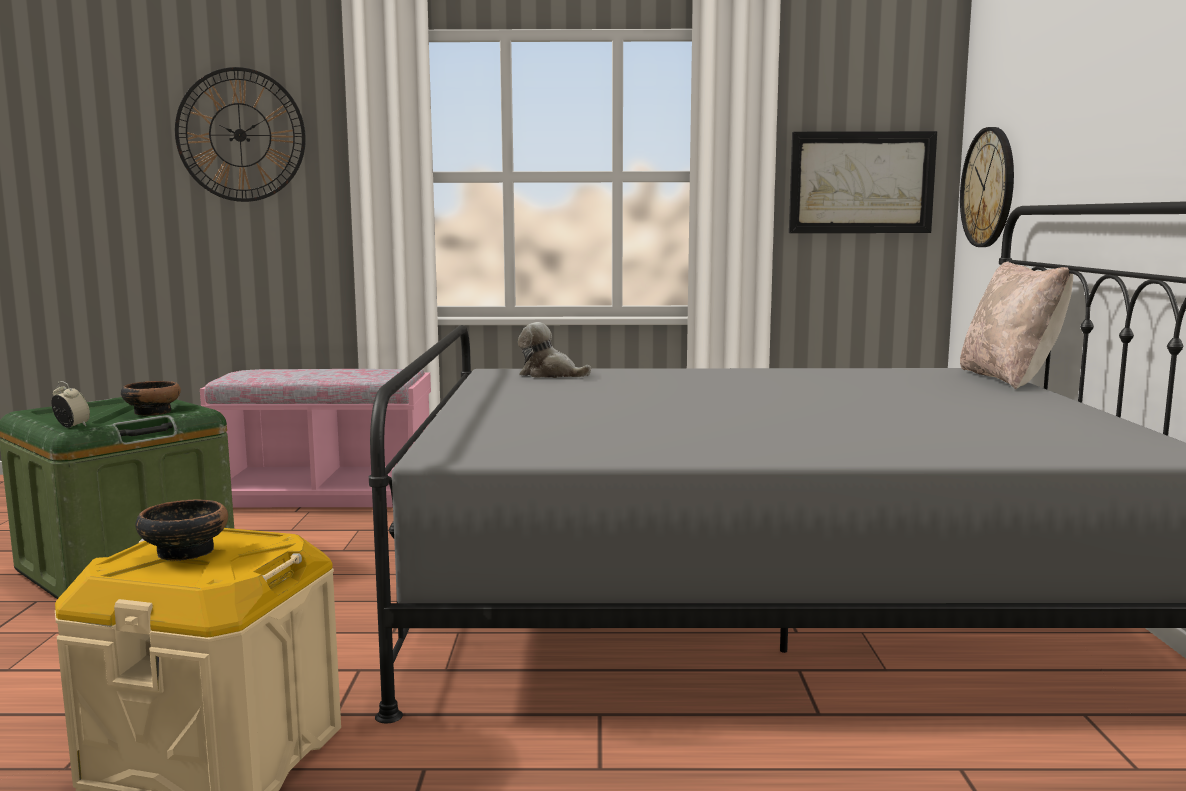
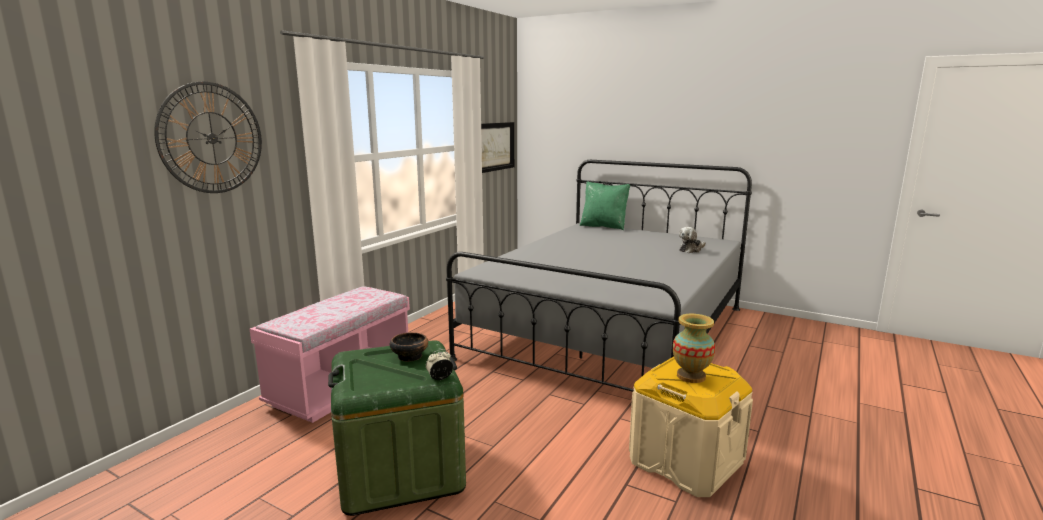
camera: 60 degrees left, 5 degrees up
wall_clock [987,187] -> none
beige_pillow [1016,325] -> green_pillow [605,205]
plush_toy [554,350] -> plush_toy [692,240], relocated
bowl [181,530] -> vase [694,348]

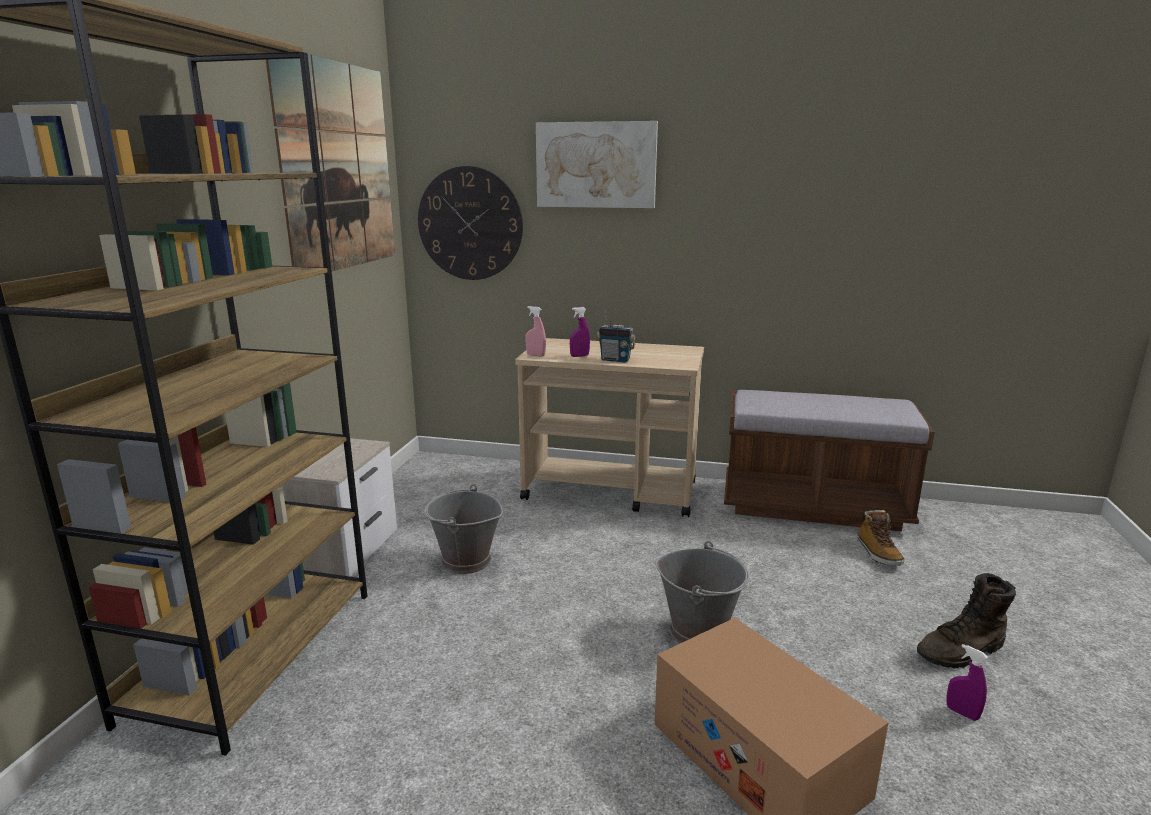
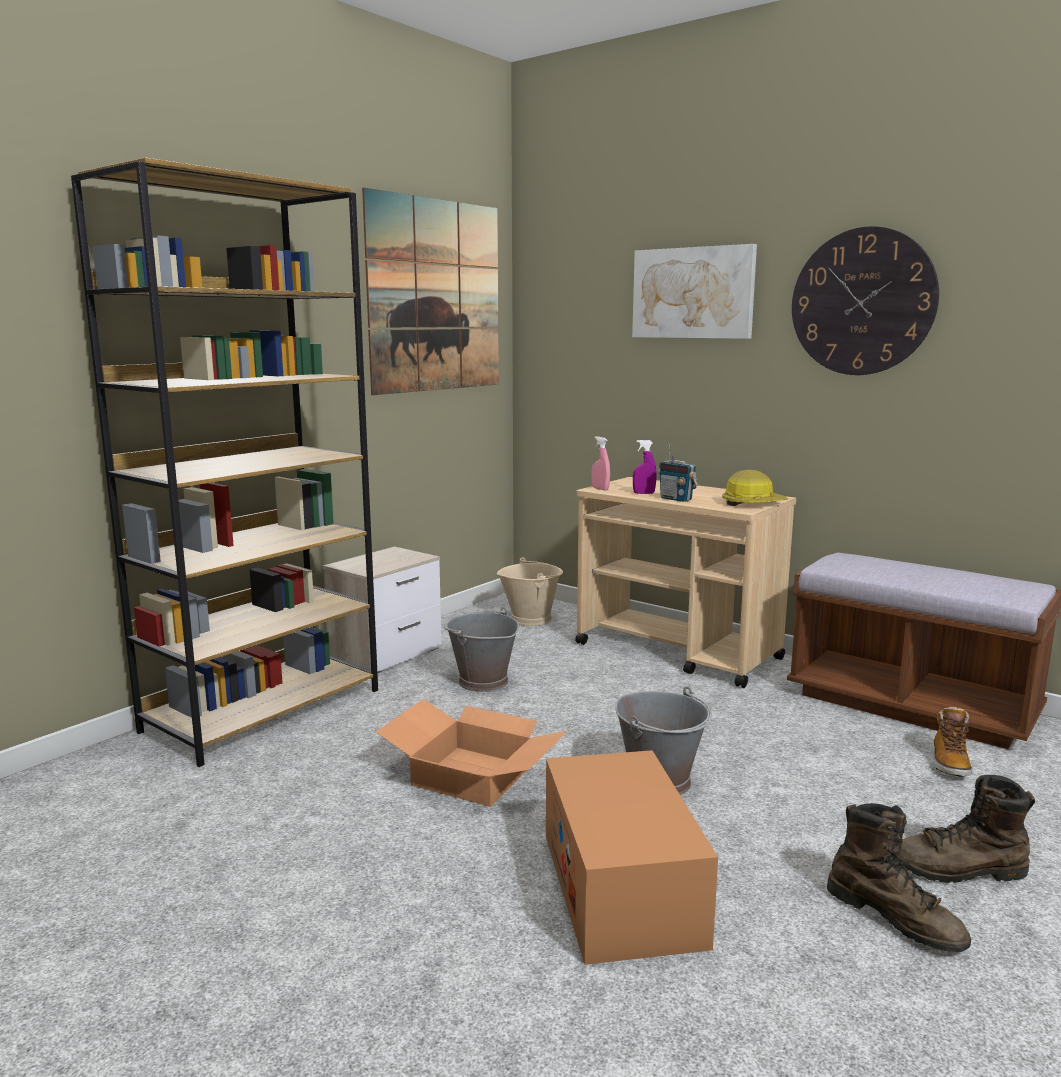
camera: 25 degrees right, 5 degrees down
wall_clock [470,223] -> wall_clock [865,300], relocated
purple_spray_bottle [967,682] -> brown_boot [899,877]
none -> hard_hat [755,488]
none -> beige_bucket [530,591]
none -> cardboard_box [471,753]

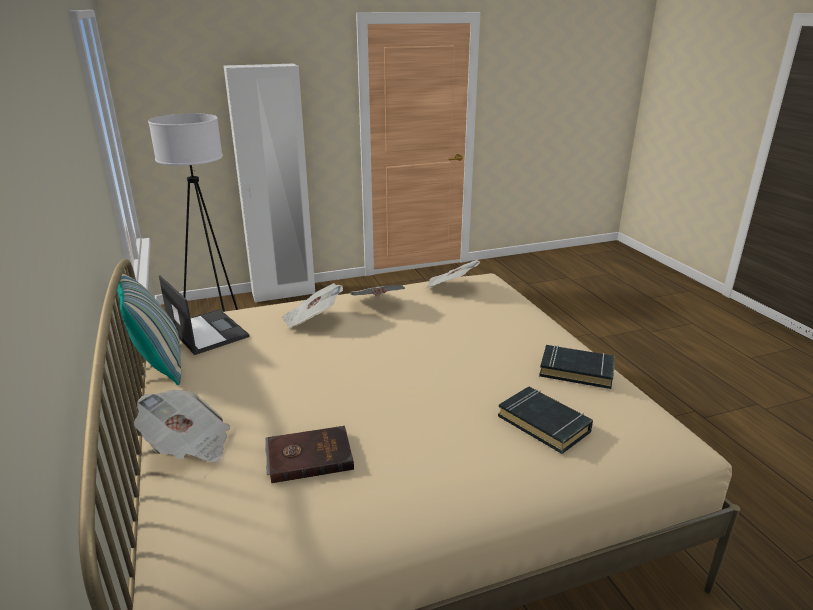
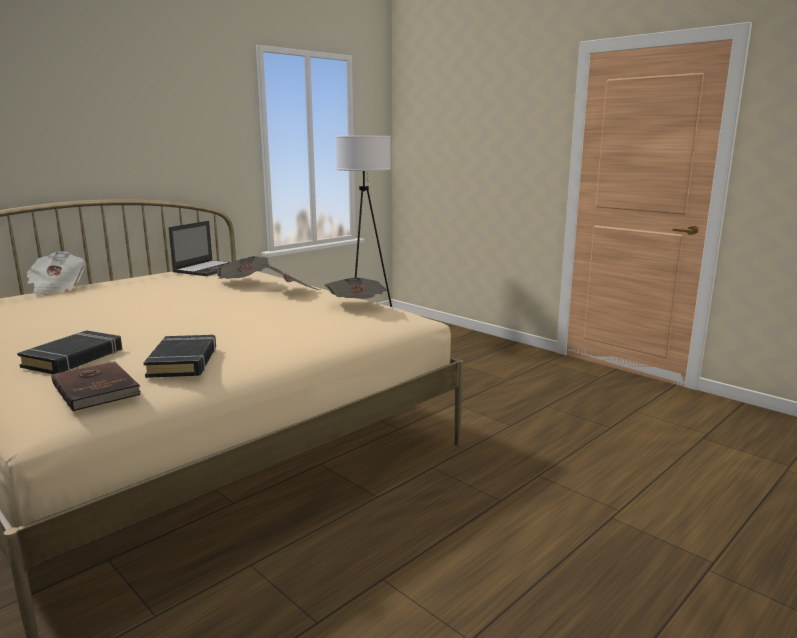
camera: 65 degrees right, 10 degrees down
white_wardrobe [269,183] -> none
pillow [149,329] -> none
brown_book [309,454] -> brown_book [96,386], relocated

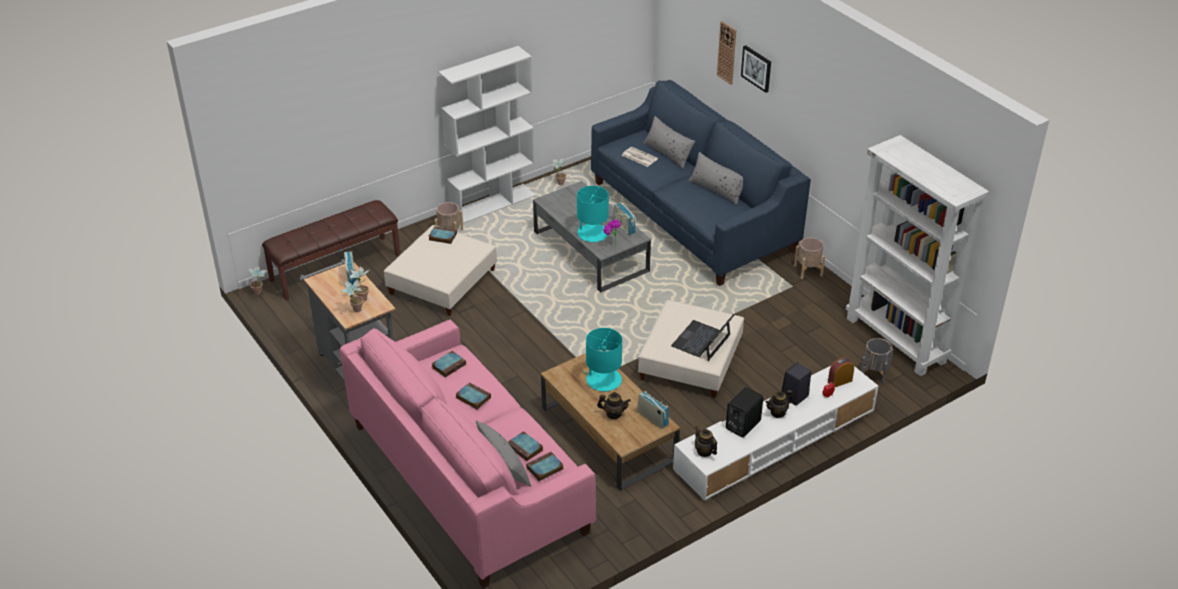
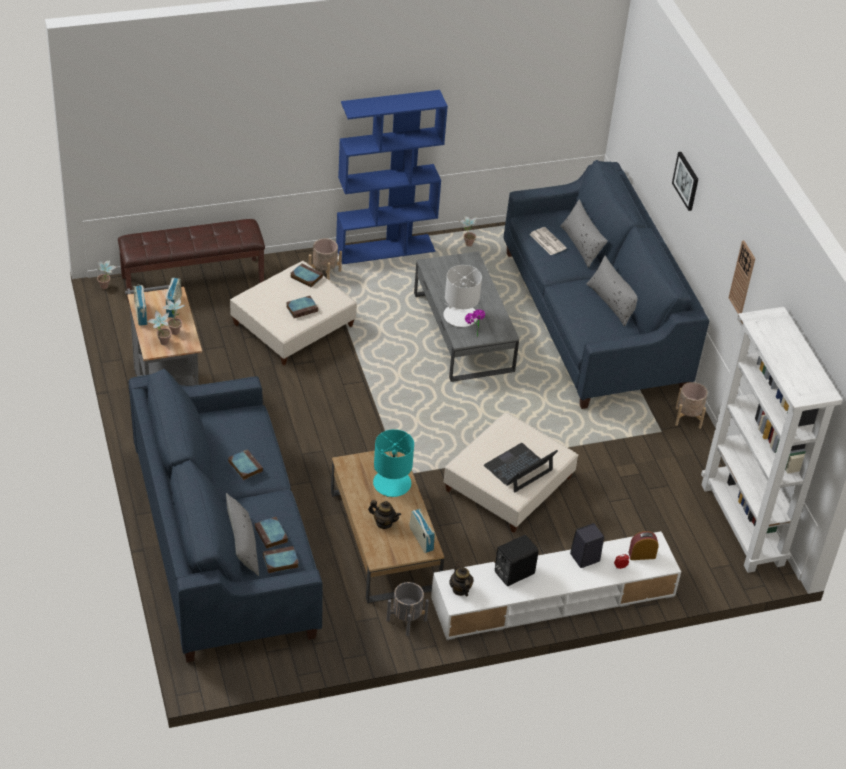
camera: 15 degrees right, 5 degrees up
wall_clock [726,53] -> wall_clock [741,277], relocated
white_bookcase [487,135] -> blue_bookcase [392,177]
turquoise_table_lamp [592,214] -> white_table_lamp [462,296]
radio [624,218] -> radio [141,305], relocated
pink_sofa [468,454] -> blue_sofa [225,515]
grey_planter [876,361] -> grey_planter [408,609], relocated
book [448,364] -> book [302,307], relocated
teapot [779,404] -> none

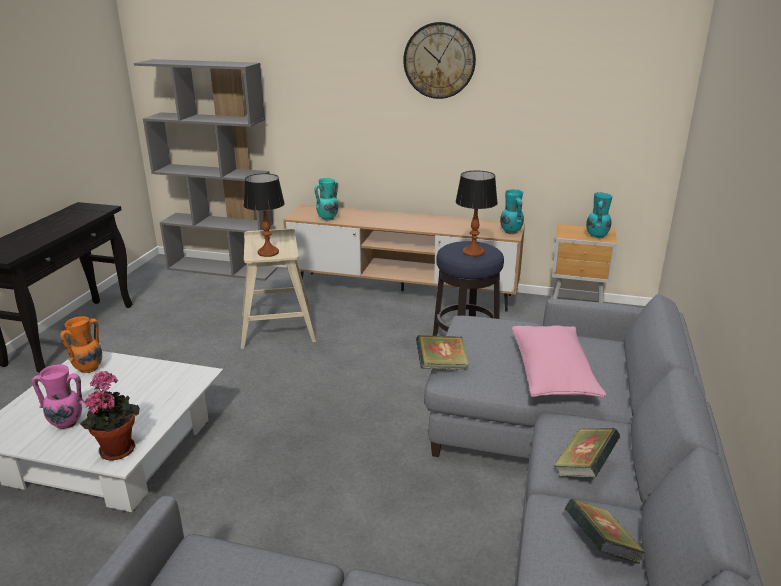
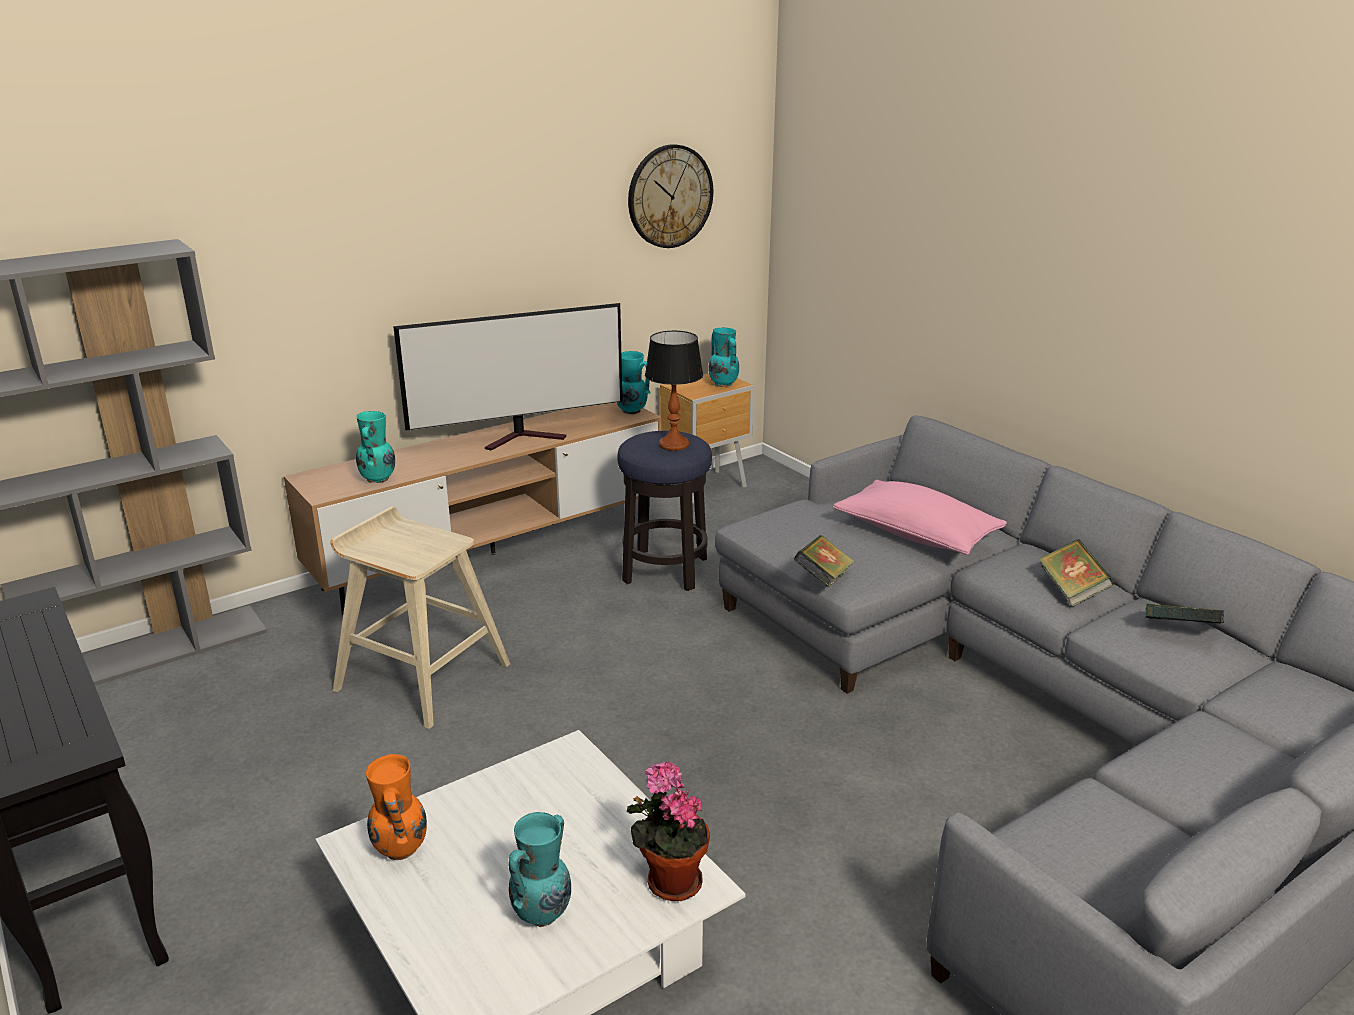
camera: 50 degrees left, 0 degrees up
wall_clock [439,60] -> wall_clock [670,196], relocated
table_lamp [264,215] -> none
pink_vase [58,396] -> turquoise_vase [540,869]
none -> television [507,377]

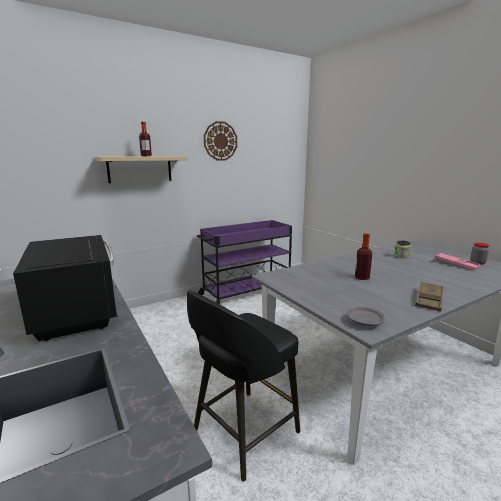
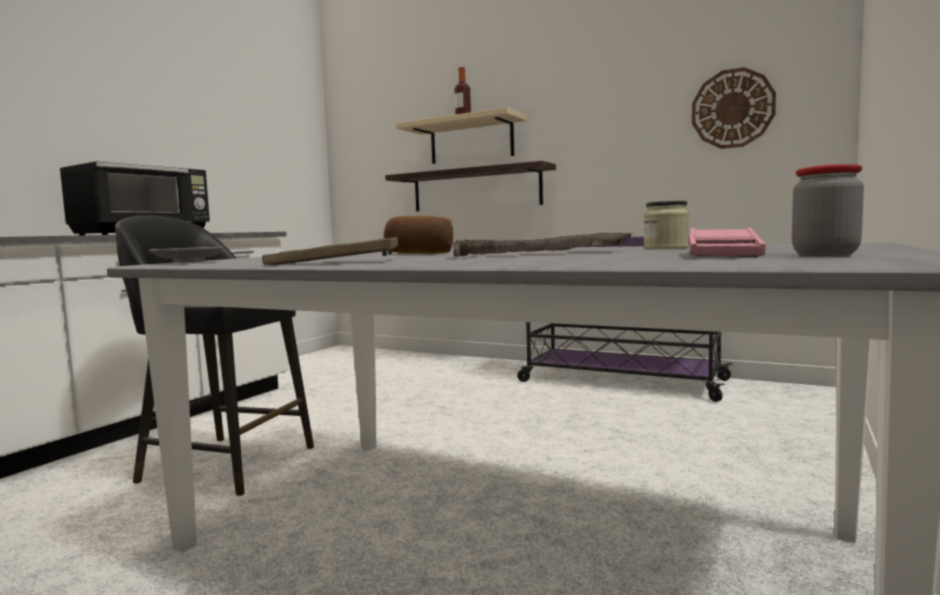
camera: 60 degrees right, 10 degrees down
wall_clock [220,141] -> wall_clock [734,108], relocated
bottle [363,256] -> bread [418,235]
none -> shelf [470,186]
none -> tray [540,244]

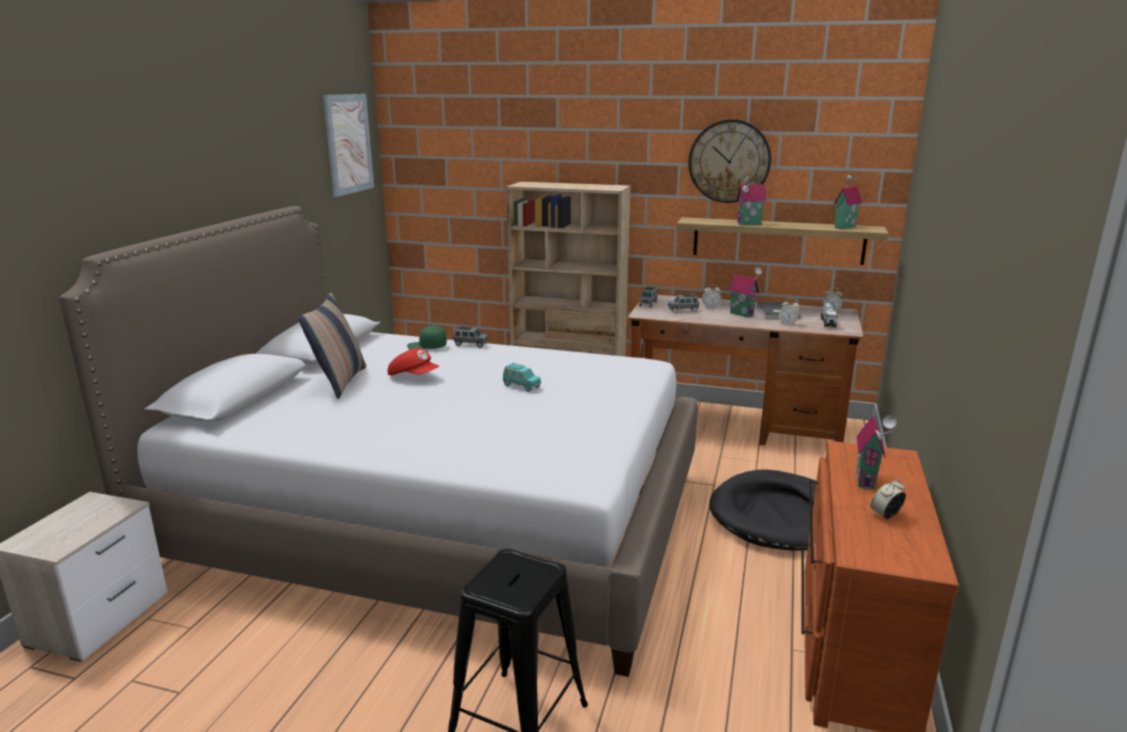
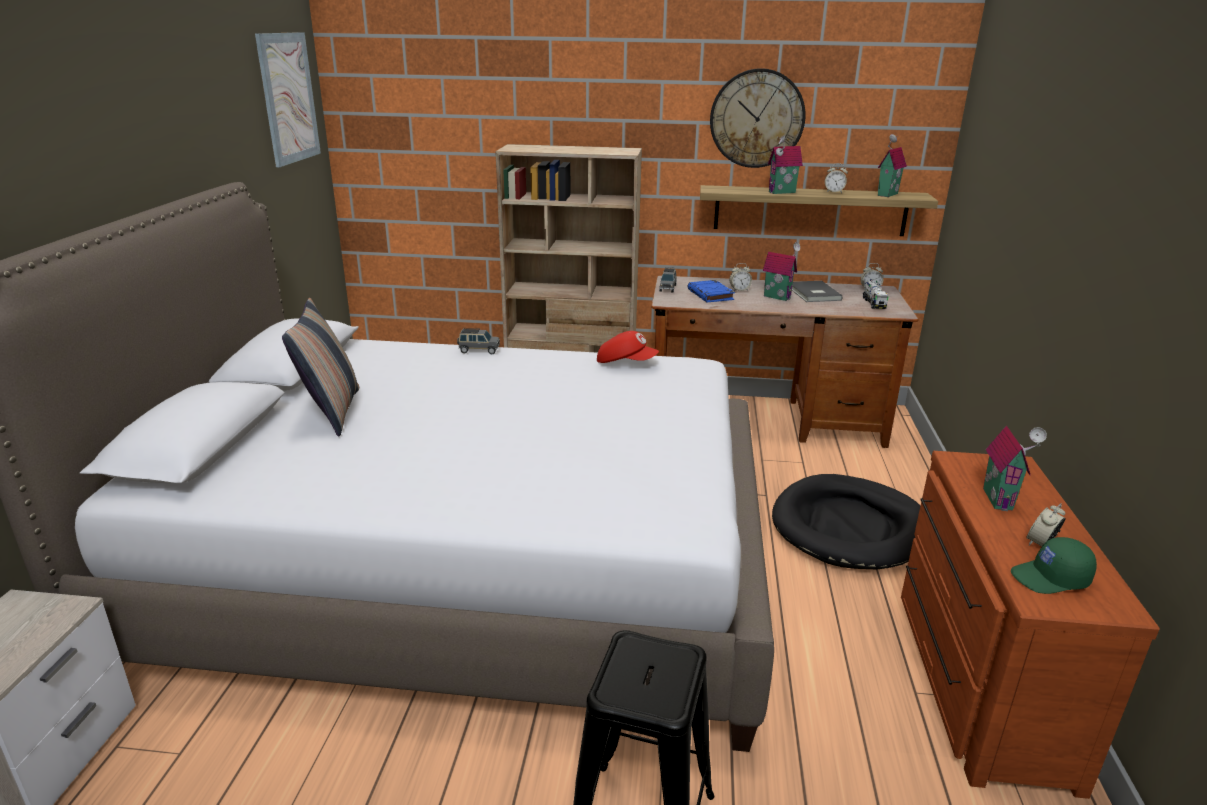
camera: 10 degrees left, 5 degrees up
grey_toy_car [683,303] -> blue_book [711,291]
alarm_clock [789,312] -> alarm_clock [836,178], relocated
green_cap [427,338] -> green_cap [1054,565], relocated
red_cap [414,361] -> red_cap [628,347], relocated
turquoise_toy_car [522,377] -> none

